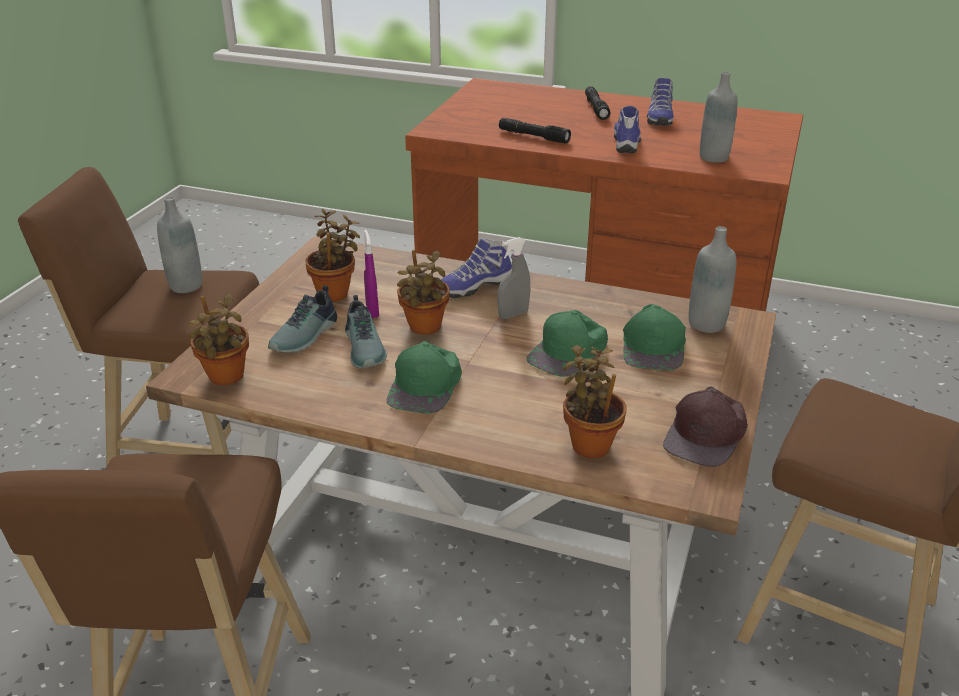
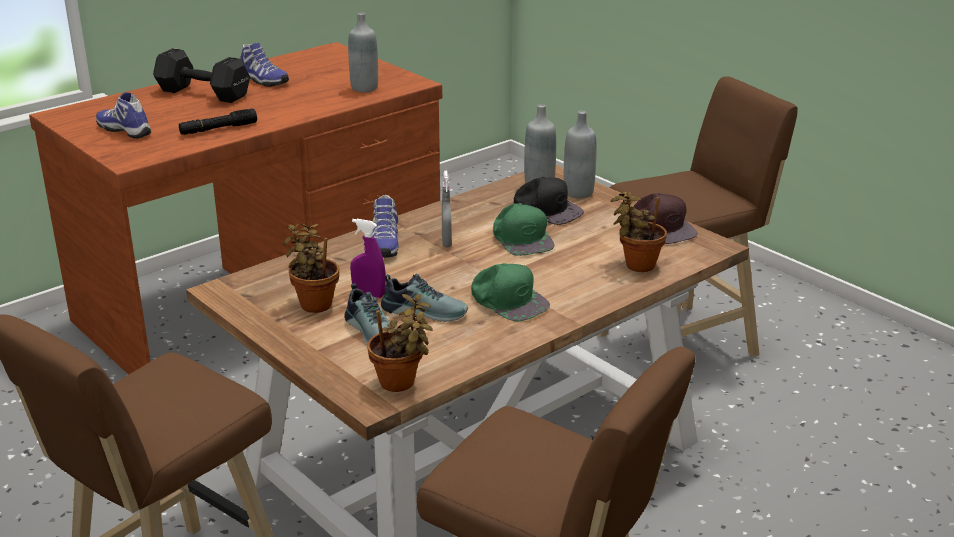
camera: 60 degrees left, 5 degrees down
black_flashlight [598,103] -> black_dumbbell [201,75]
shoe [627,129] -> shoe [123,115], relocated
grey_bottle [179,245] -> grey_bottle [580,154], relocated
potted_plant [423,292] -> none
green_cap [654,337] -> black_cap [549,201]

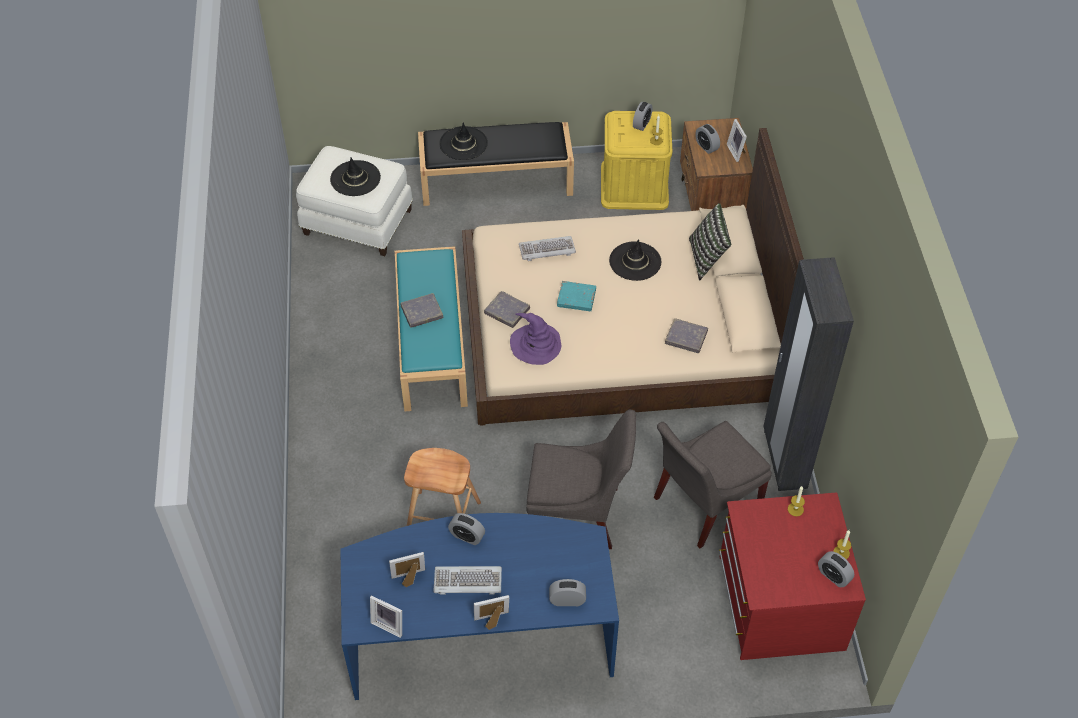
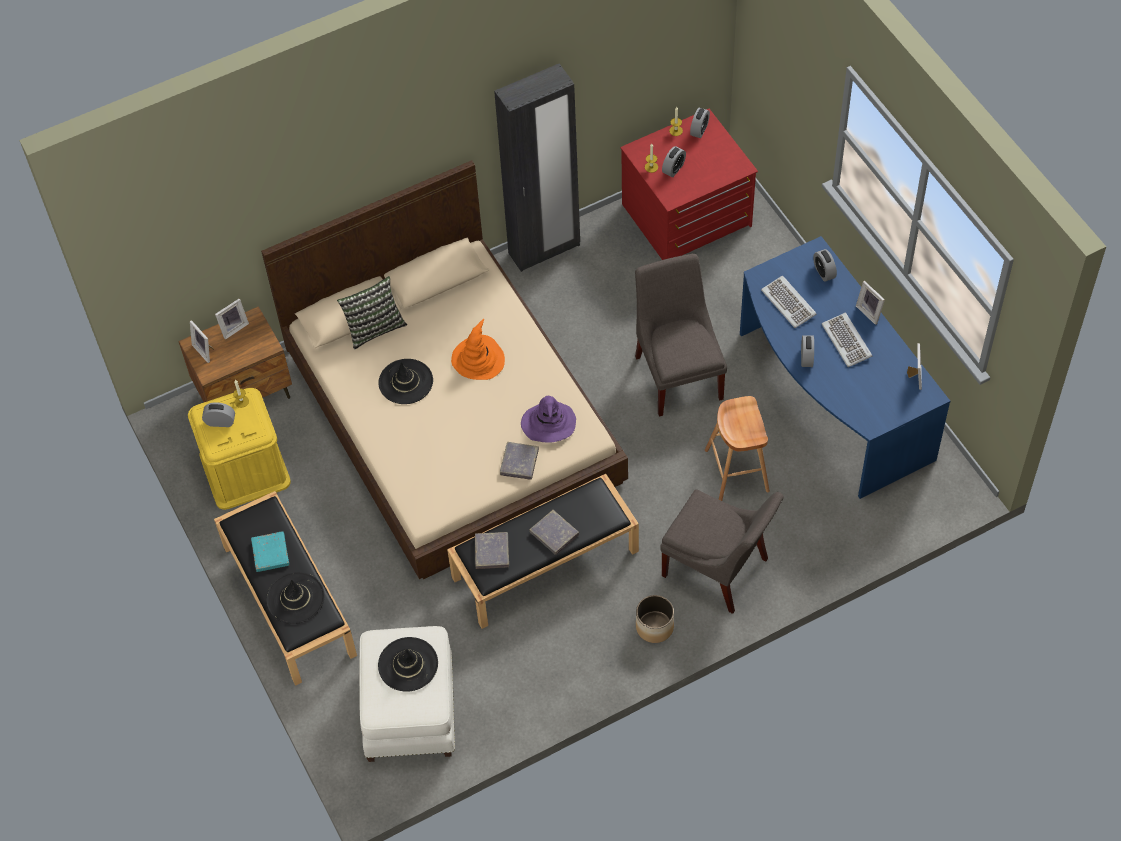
camera: 110 degrees left, 5 degrees up
alarm_clock [707,139] -> alarm_clock [674,161], relocated
keyboard [547,248] -> keyboard [788,302], relocated
turquoise_bench [431,329] -> black_bench [543,551]
turquoise_book [576,296] -> turquoise_book [270,551], relocated
grey_book [686,335] -> grey_book [492,550], relocated
grey_chair [713,484] -> grey_chair [722,552], relocated
picture_frame [407,569] -> picture_frame [202,341], relocated
none -> orange_hat [478,349]
none -> planter [655,619]

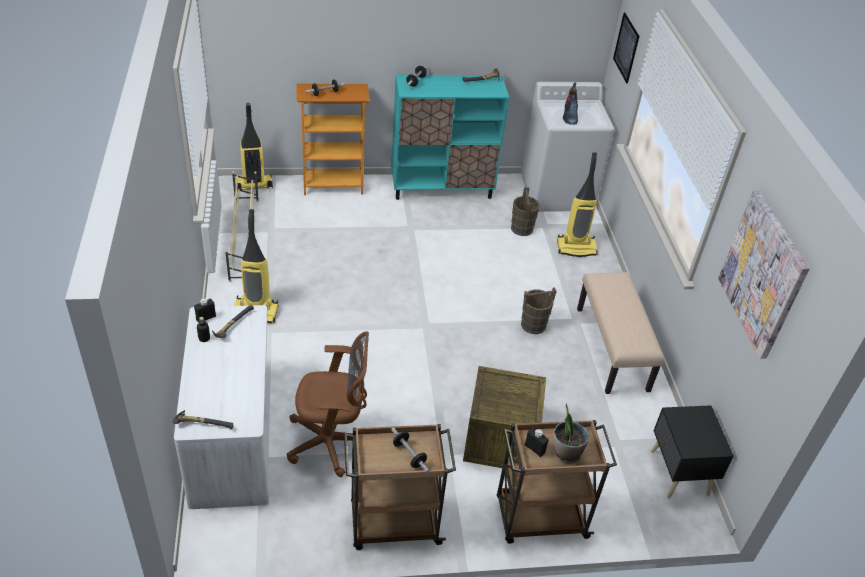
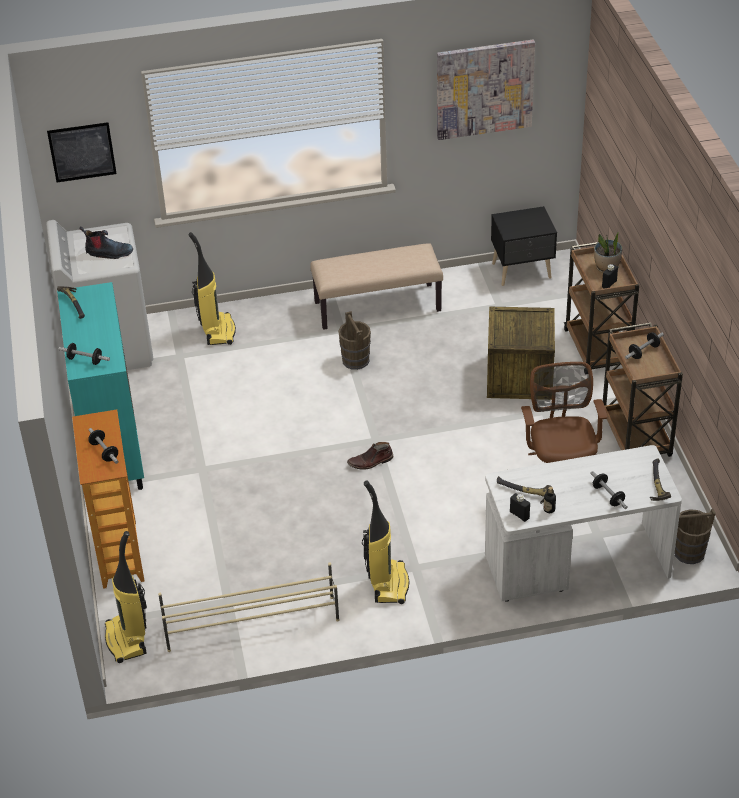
camera: 90 degrees left, 0 degrees up
brown_bucket [525,211] -> brown_bucket [695,536], relocated
none -> brown_boot [370,456]
none -> dumbbell [609,490]

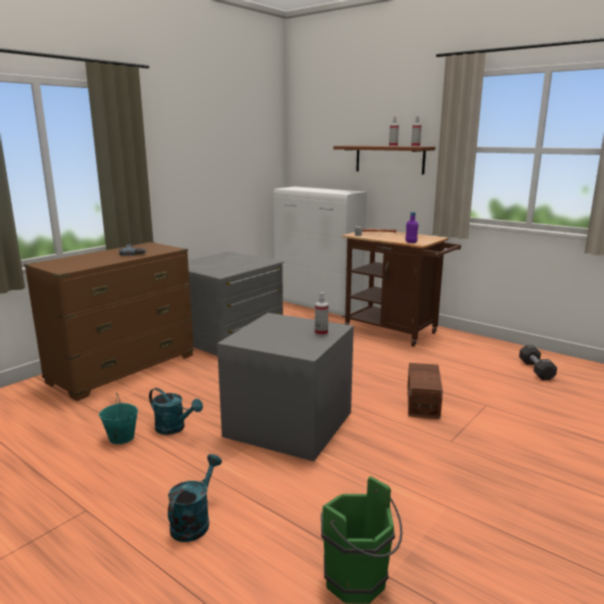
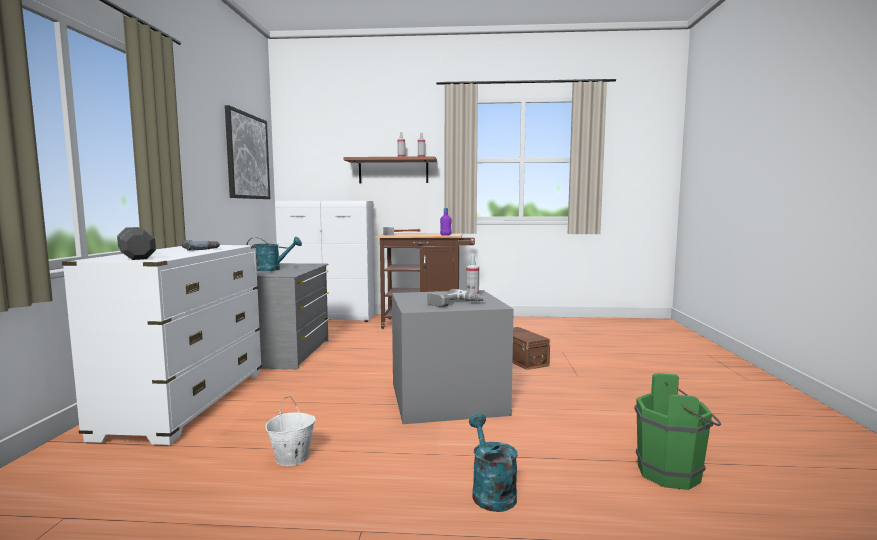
camera: 35 degrees left, 10 degrees down
brown_dresser [109,321] -> white_dresser [162,345]
black_dumbbell [538,362] -> black_dumbbell [136,243], relocated
turquoise_watering_can [176,411] -> turquoise_watering_can [274,253], relocated
turquoise_bucket [118,418] -> white_bucket [291,431]
none -> picture [247,152]
none -> power_drill [456,298]

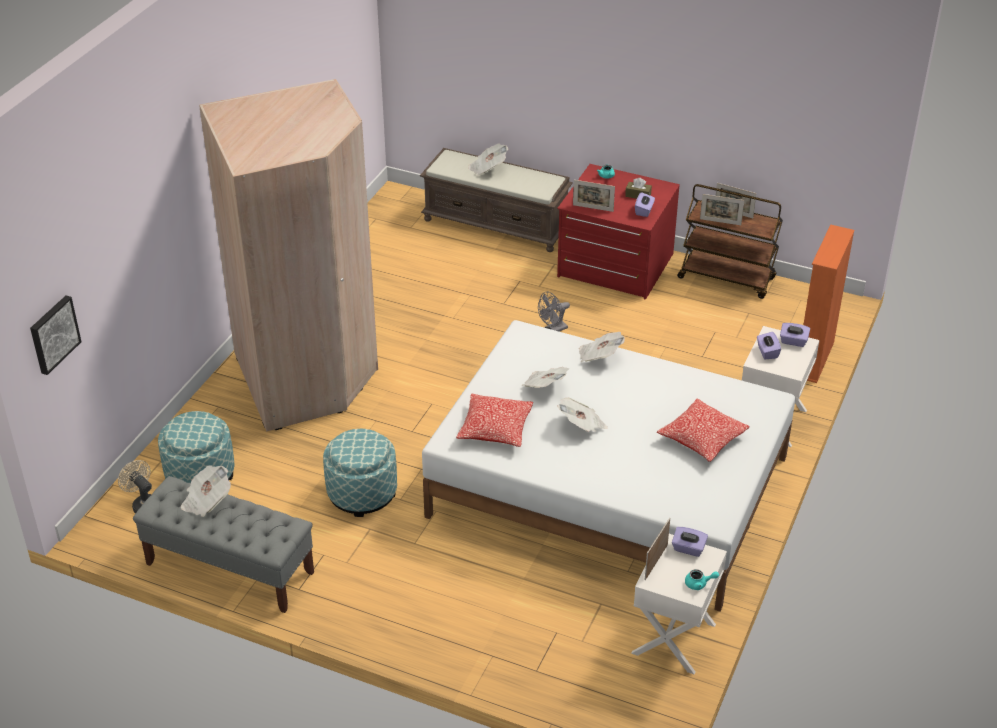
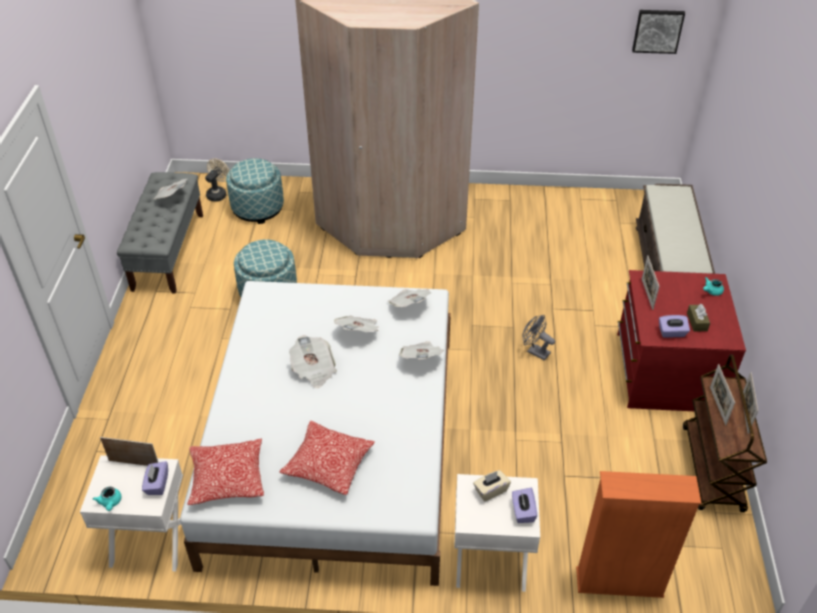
camera: 70 degrees right, 5 degrees up
newspaper [488,160] -> newspaper [410,298], relocated
picture [55,335] -> picture [658,32], relocated
purple_tissue_box [769,345] -> beige_tissue_box [492,485]
pillow [494,420] -> pillow [226,471], relocated

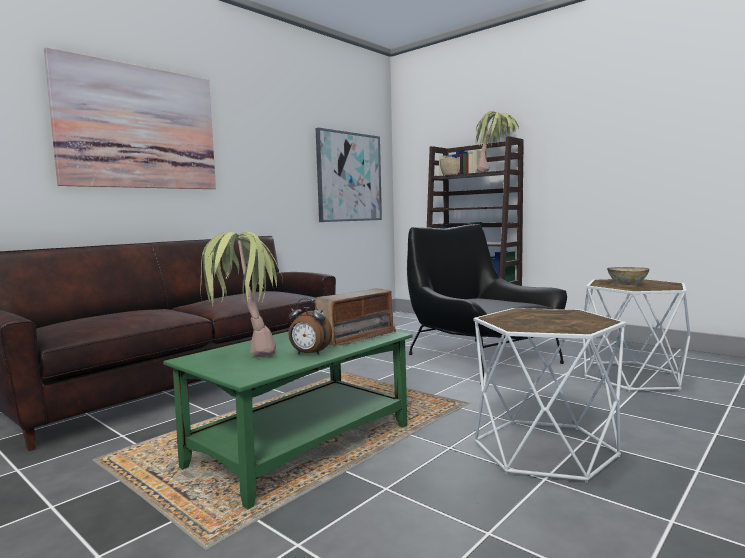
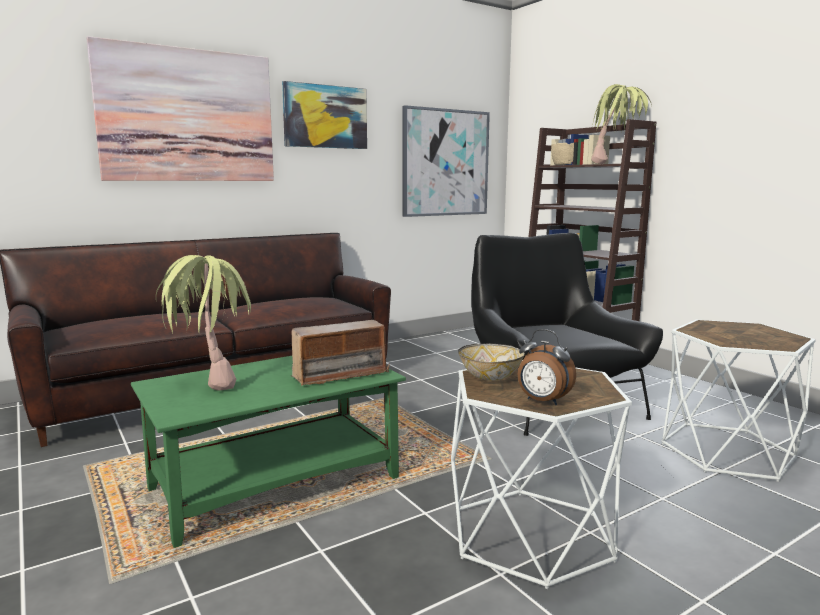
camera: 15 degrees right, 5 degrees up
bowl [628,276] -> bowl [491,362], relocated
alarm_clock [310,326] -> alarm_clock [547,367], relocated
none -> picture [324,115]

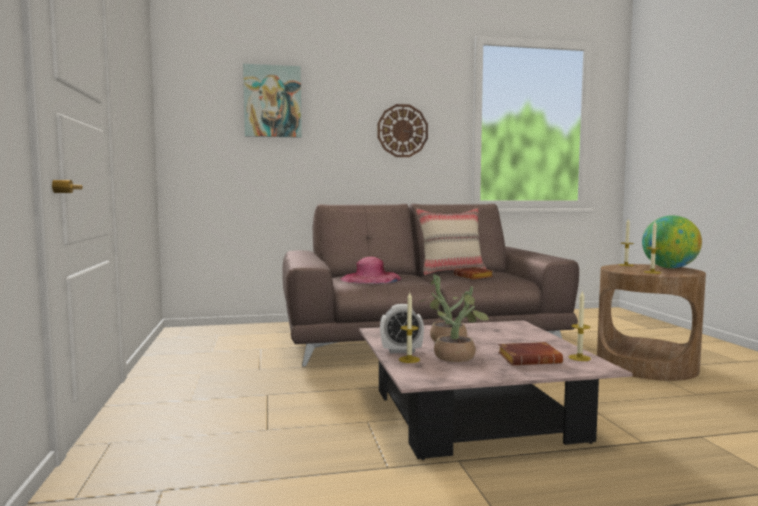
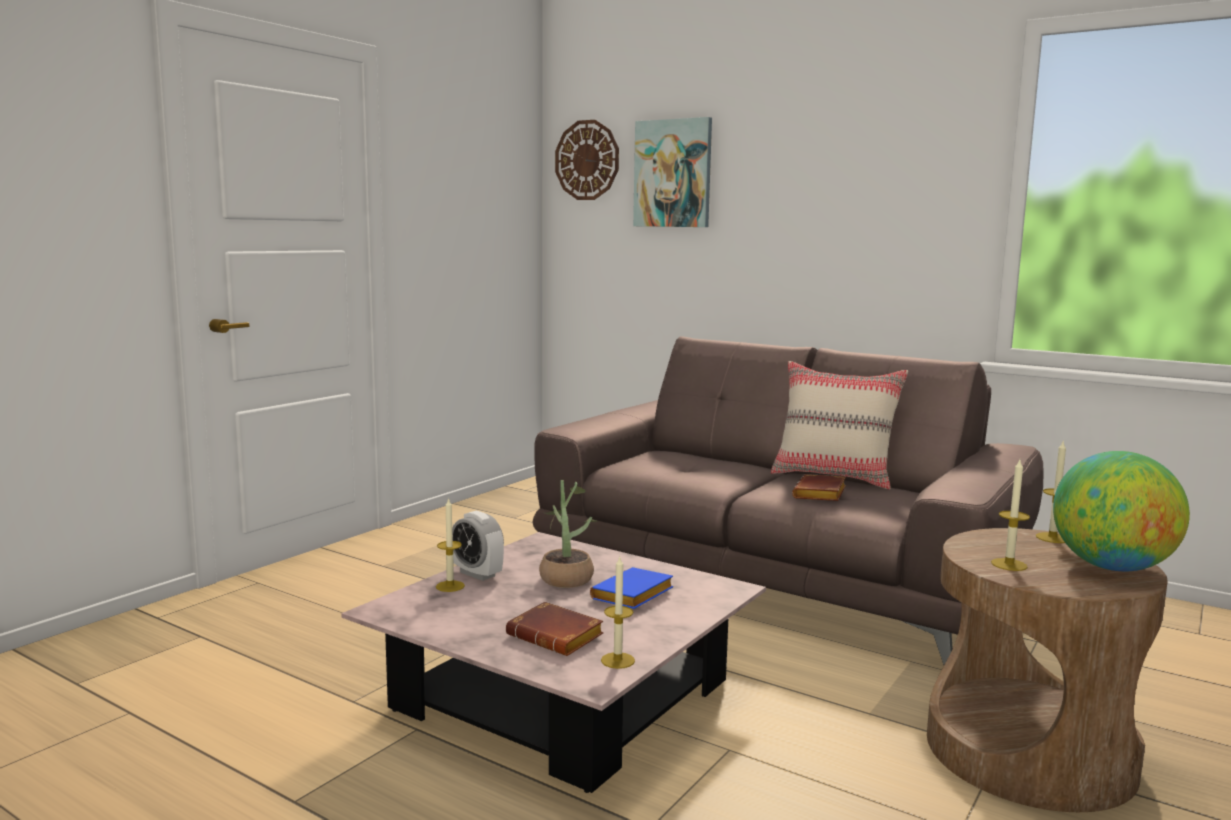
camera: 45 degrees right, 5 degrees up
wall_clock [402,130] -> wall_clock [587,160], relocated
pink_hat [370,270] -> none
potted_plant [462,324] -> none
none -> blue_book [631,588]

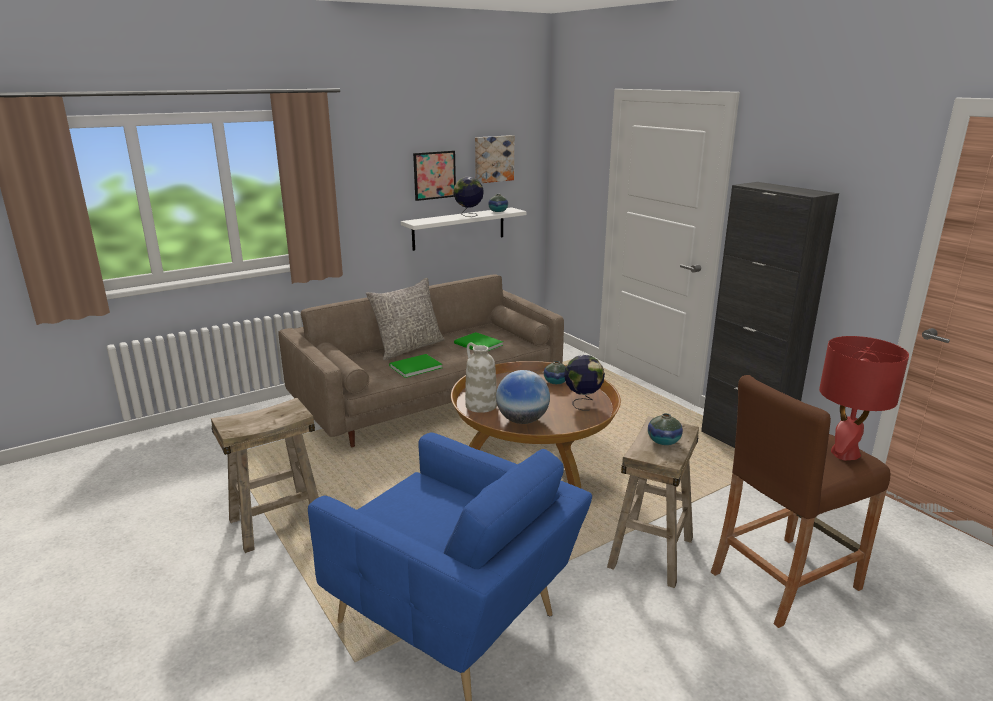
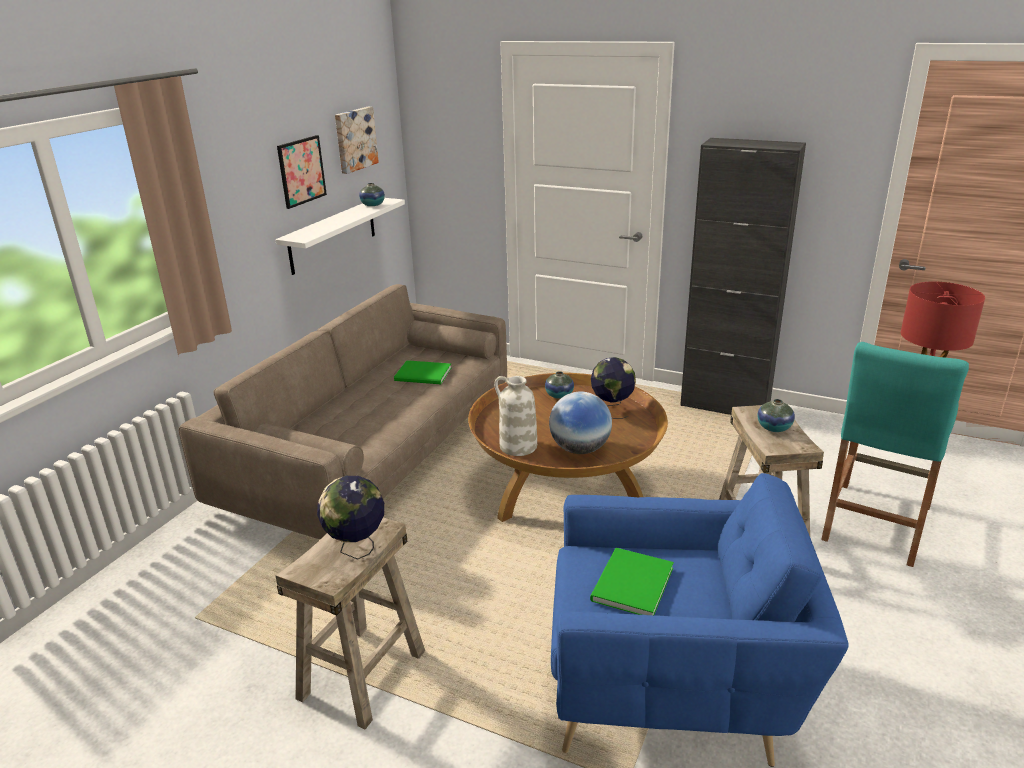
camera: 30 degrees left, 5 degrees up
globe [468,197] -> globe [350,518], relocated
grey_pillow [405,319] -> none
green_book [415,366] -> green_book [632,581], relocated
brown_stool [800,501] -> turquoise_stool [895,454]

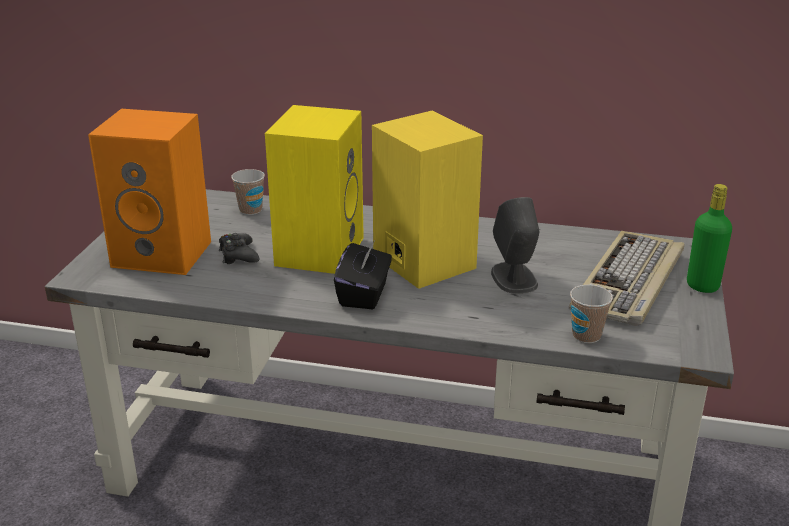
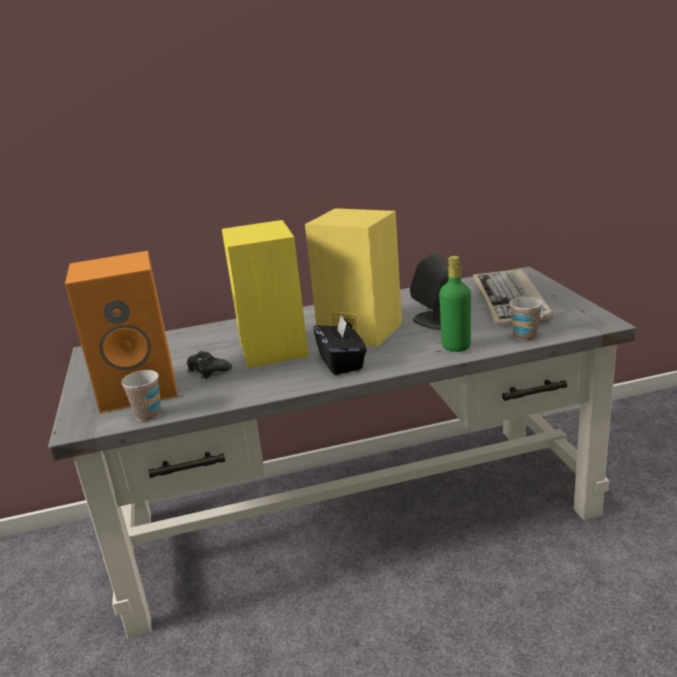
camera: 25 degrees left, 5 degrees down
cup [248,192] -> cup [141,395], relocated
green_bottle [709,238] -> green_bottle [455,304], relocated

